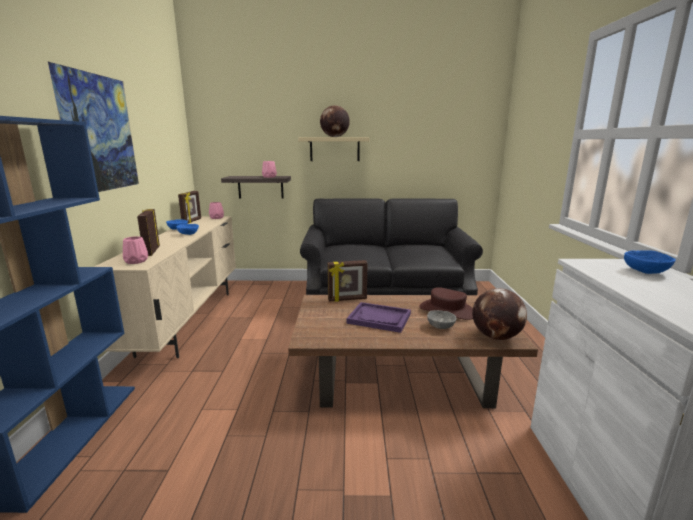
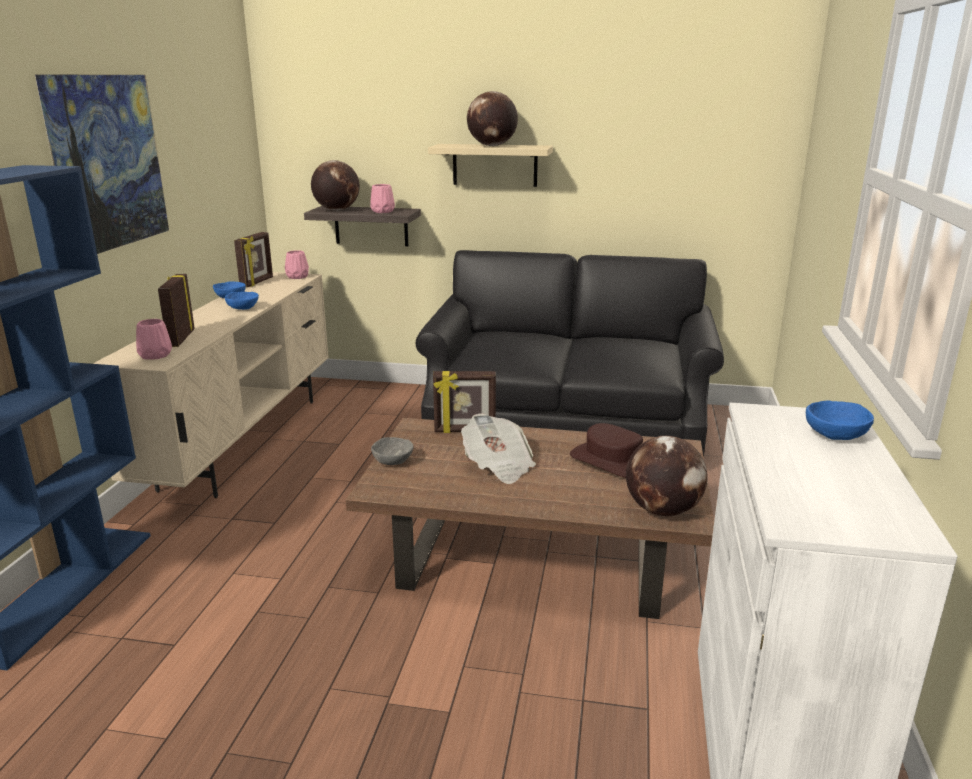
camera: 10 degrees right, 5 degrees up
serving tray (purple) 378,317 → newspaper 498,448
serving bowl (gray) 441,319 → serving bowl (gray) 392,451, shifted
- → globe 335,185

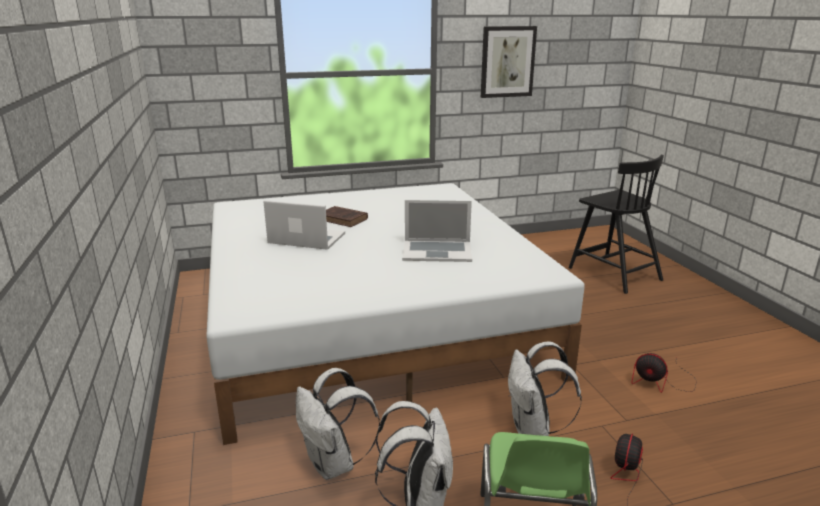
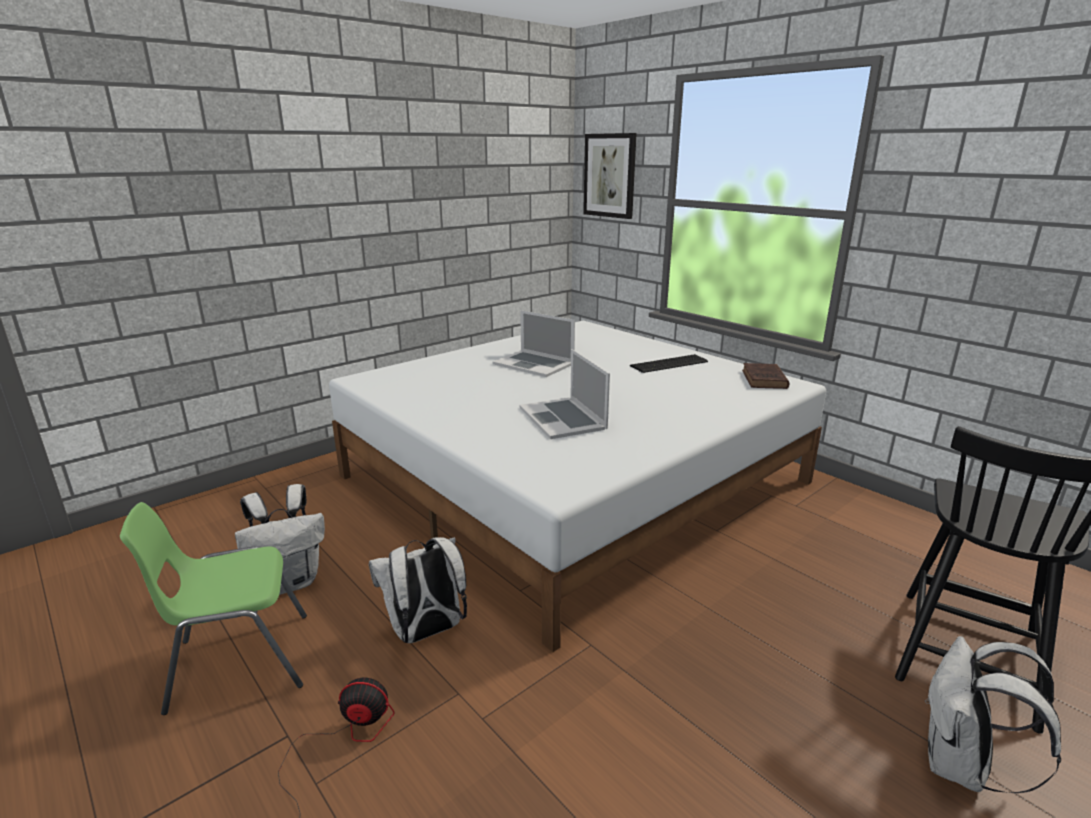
camera: 65 degrees right, 0 degrees up
laptop 304,225 → laptop 534,343, 135 degrees clockwise
backpack (white) 338,424 → backpack (white) 993,714, shifted
book (brown) 347,216 → book (brown) 765,376, shifted
wall picture 509,62 → wall picture 610,176, shifted
cooling fan 664,373 → -
- → computer keyboard 669,363

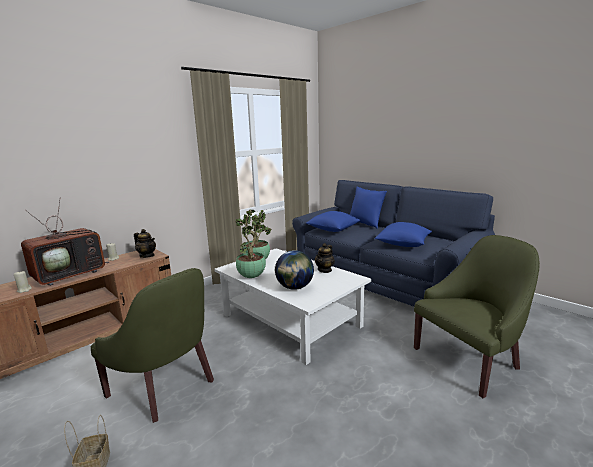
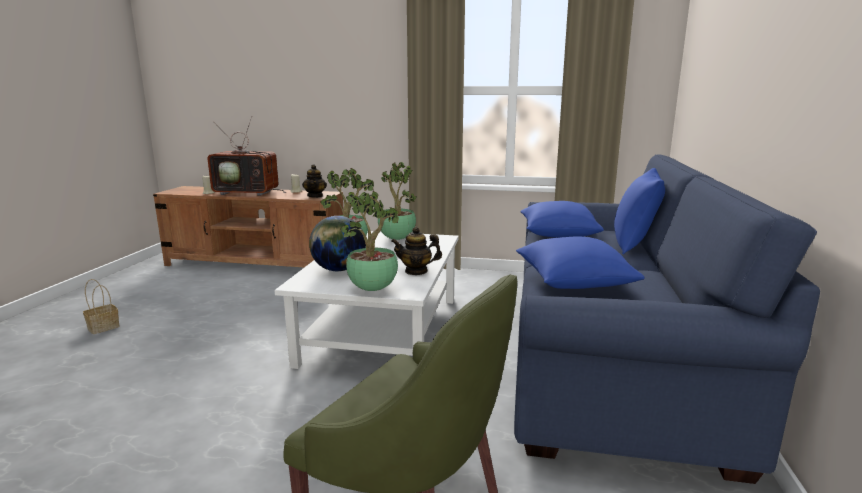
camera: 55 degrees right, 0 degrees up
armchair (green) 152,345 → -
- → potted plant 369,241

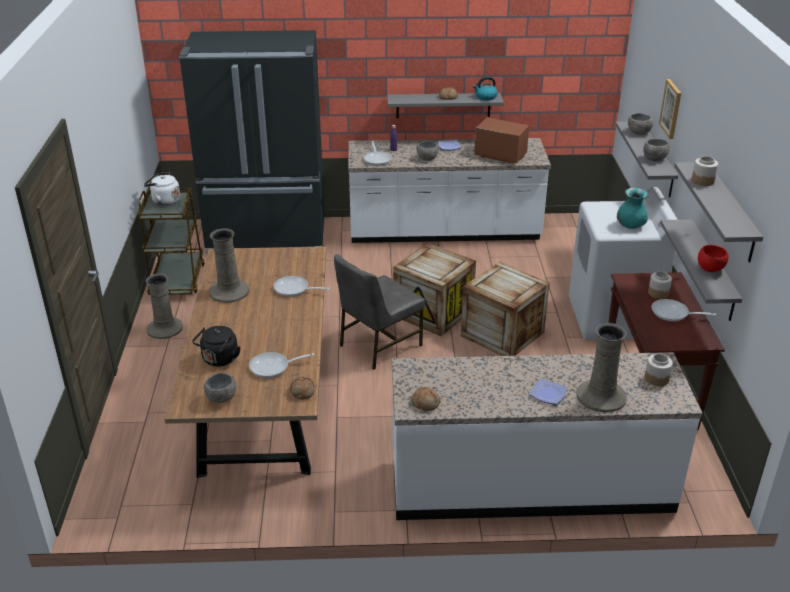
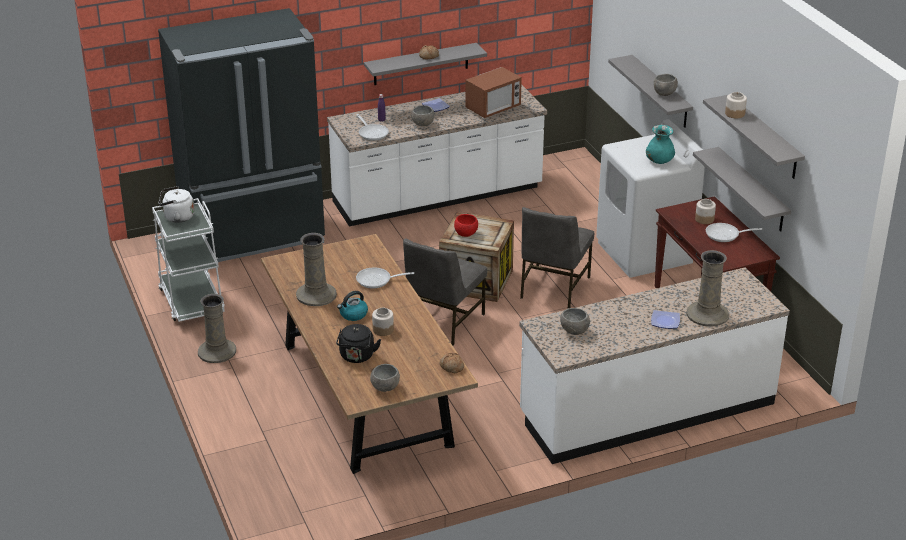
camera: 20 degrees left, 0 degrees up
wheeled cart (brown) 171,241 → wheeled cart (white) 188,260
frying pan 282,365 → -
bread 425,399 → -
crate 505,309 → chair (gray) 557,257
water kettle 485,88 → water kettle 352,306, shifted
kitchen microwave 501,140 → kitchen microwave 493,92, 135 degrees clockwise
serving bowl (gray) 640,124 → serving bowl (gray) 575,321, shifted
preserve jar 659,370 → preserve jar 383,322, shifted
wall picture 670,109 → -
serving bowl (red) 713,258 → serving bowl (red) 466,225, shifted

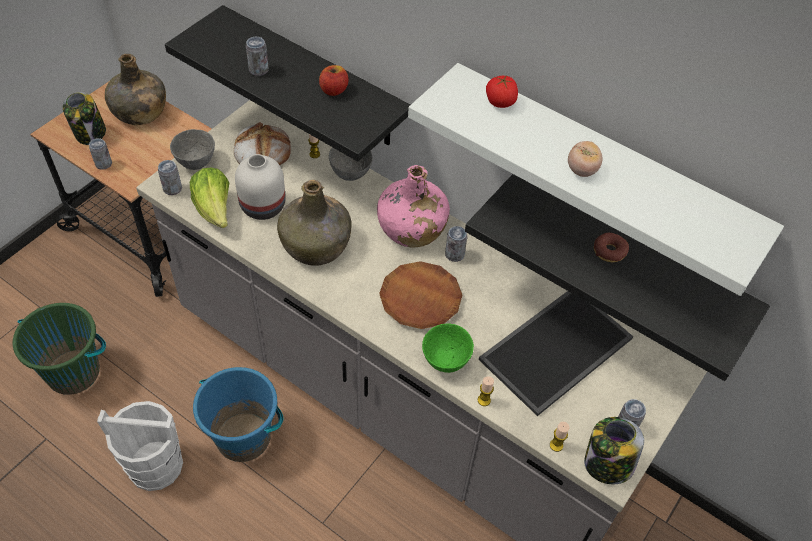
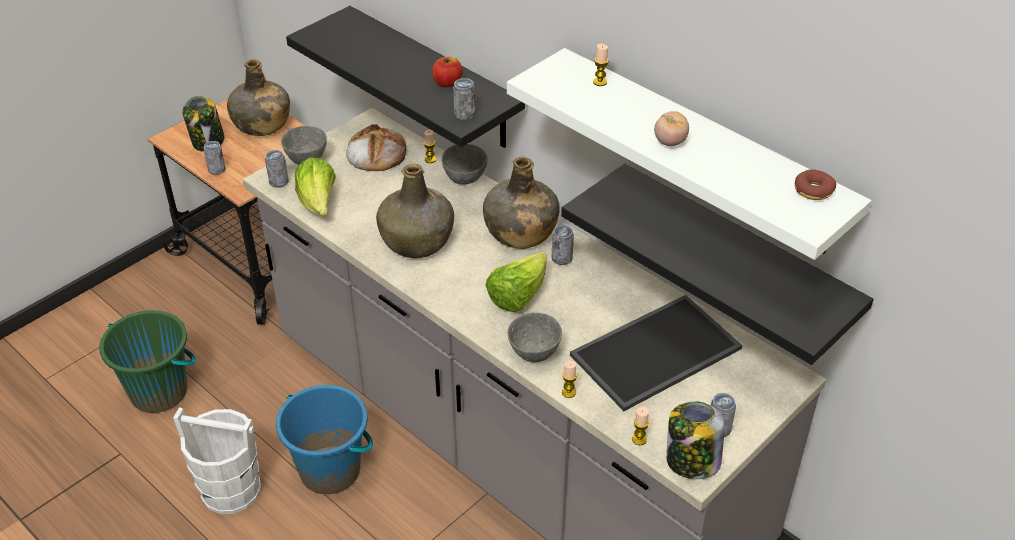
camera: 10 degrees right, 10 degrees down
vase (white) 260,187 → -
metal can 257,56 → metal can 464,99, shifted
bottle (pink) 413,206 → bottle (green) 521,203
flat dish (brown) 420,295 → lettuce head 516,281
serving bowl (green) 448,348 → serving bowl (gray) 534,337
tomato 502,91 → wax candle 601,65
donut 611,247 → donut 815,185, shifted

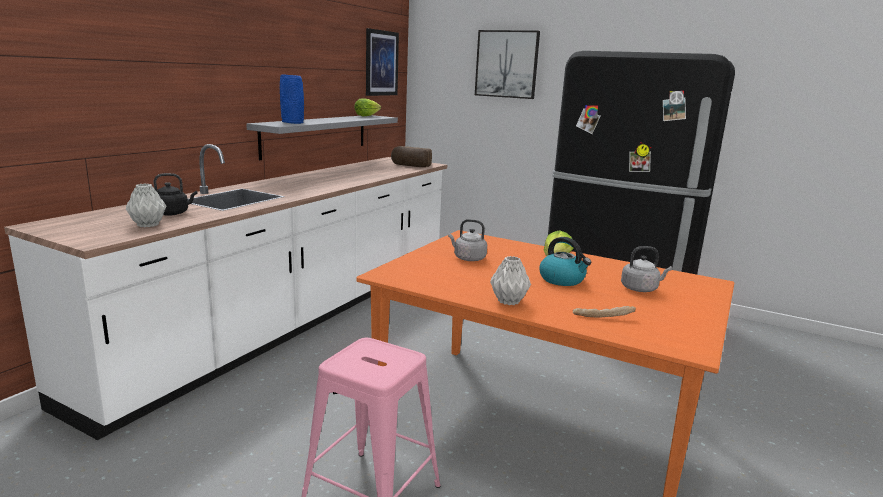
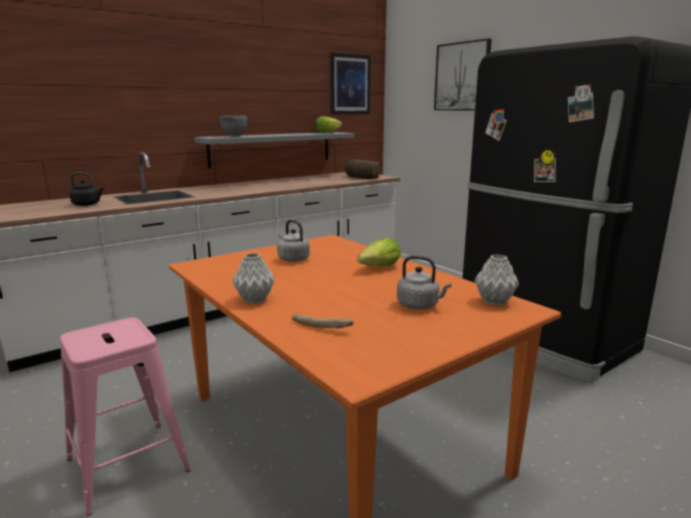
camera: 25 degrees right, 0 degrees up
vase (gray) 146,205 → vase (gray) 497,279, shifted
vase (blue) 292,99 → serving bowl (gray) 233,126
water kettle 565,261 → -

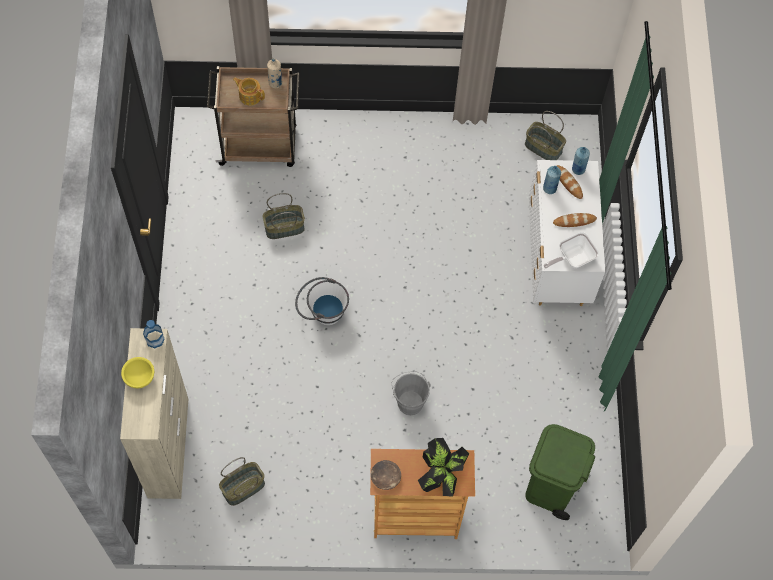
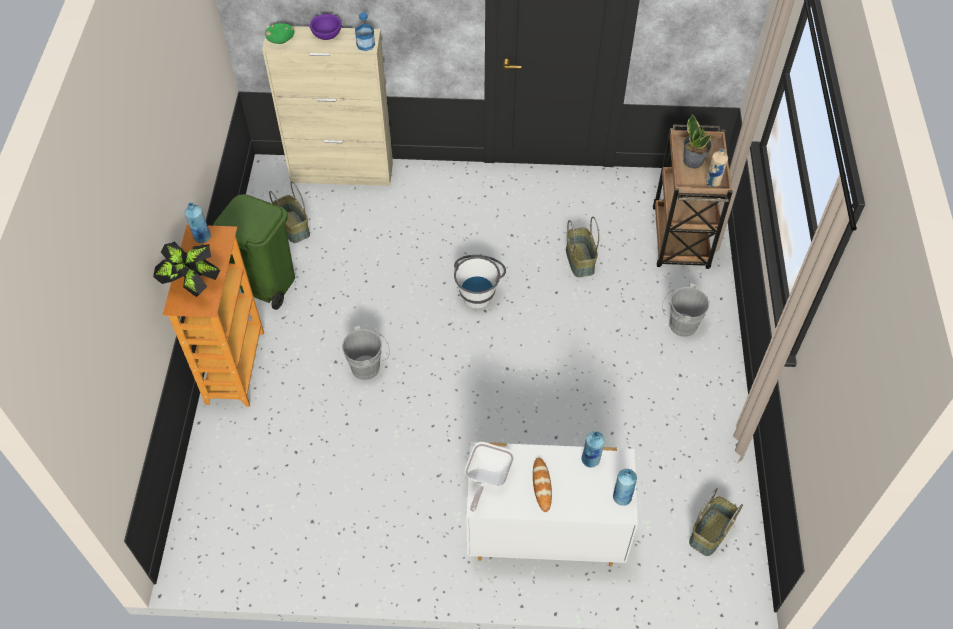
camera: 95 degrees right, 10 degrees down
serving bowl (yellowish) 137,372 → serving bowl (purple) 325,27
tea pot 249,91 → potted plant 697,142
serving bowl (brown) 386,475 → bottle (blue) 197,222
rubbish bin (green) 560,472 → rubbish bin (green) 254,252, shifted
frying pan 571,250 → frying pan 489,477, 135 degrees counterclockwise
bread 570,182 → -
- → serving bowl (green) 279,33
- → pail (gray) 685,310

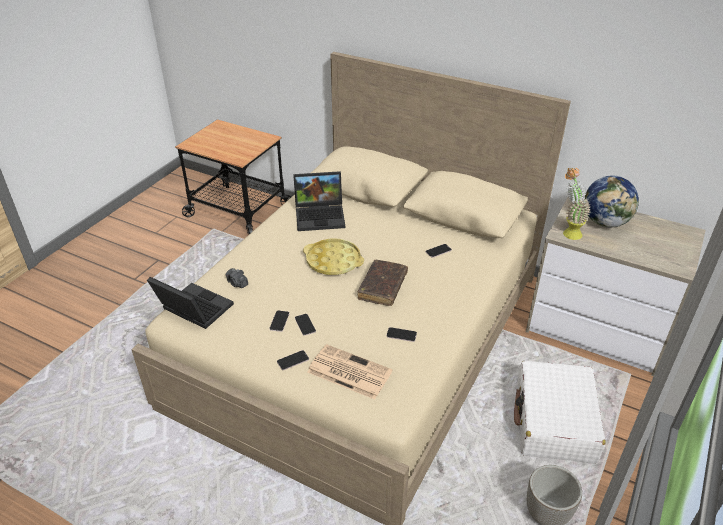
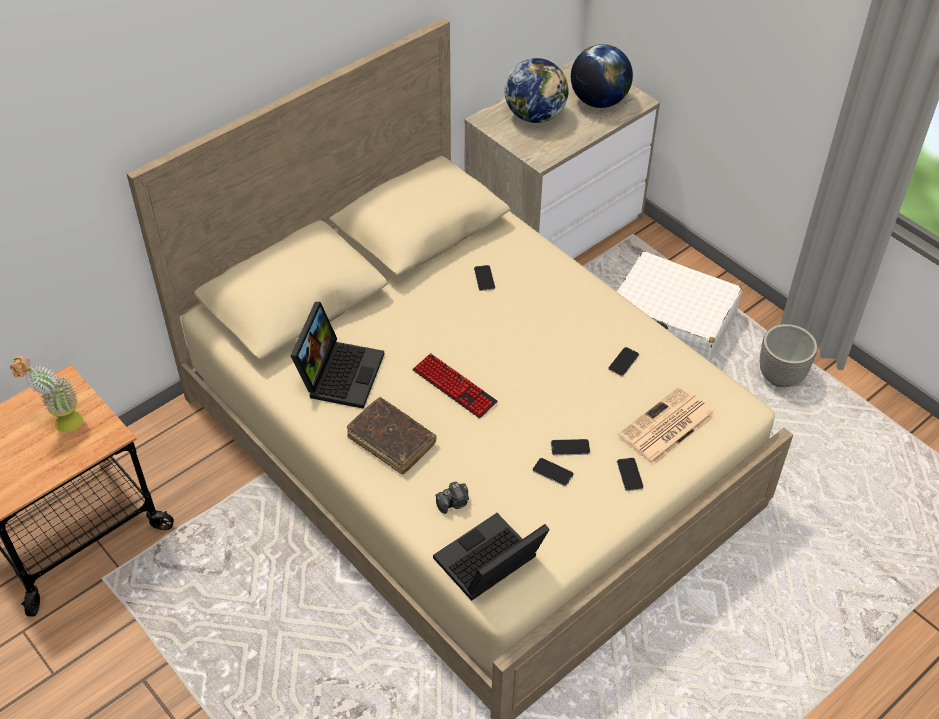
camera: 70 degrees left, 10 degrees up
serving tray (yellowish) 333,257 → computer keyboard 455,385
book (brown) 383,283 → book (brown) 391,435, shifted
potted plant 577,204 → potted plant 46,394, shifted
- → globe 602,76

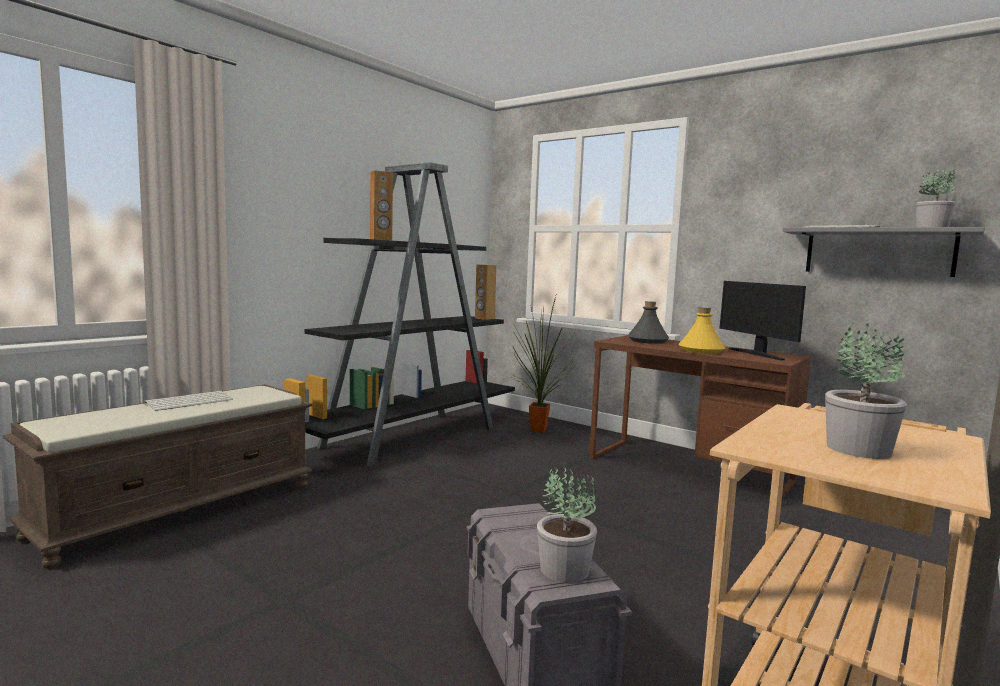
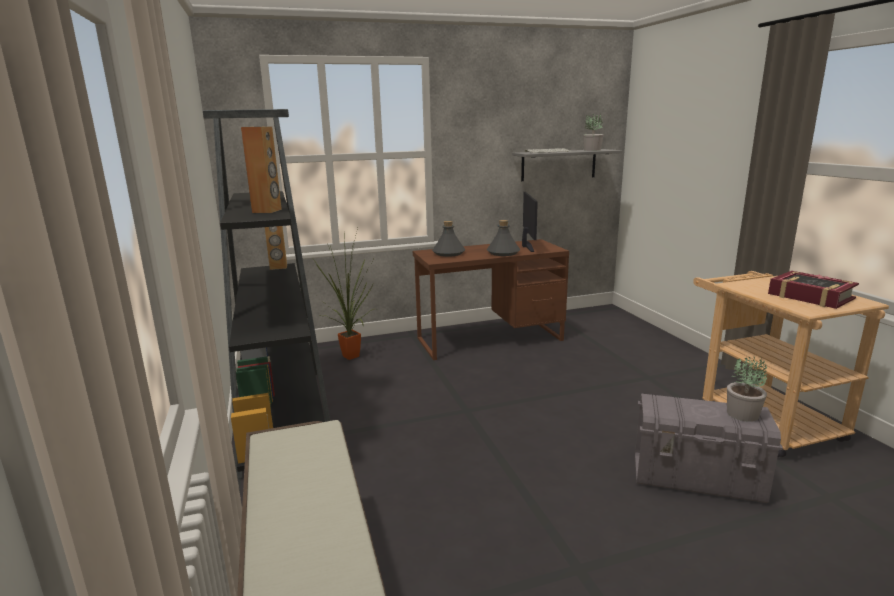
camera: 55 degrees left, 10 degrees up
computer keyboard 188,401 → -
bottle (yellowish) 701,330 → bottle (gray) 503,238
computer screen 762,320 → computer screen 530,222, 105 degrees counterclockwise
potted plant 866,391 → book 813,290

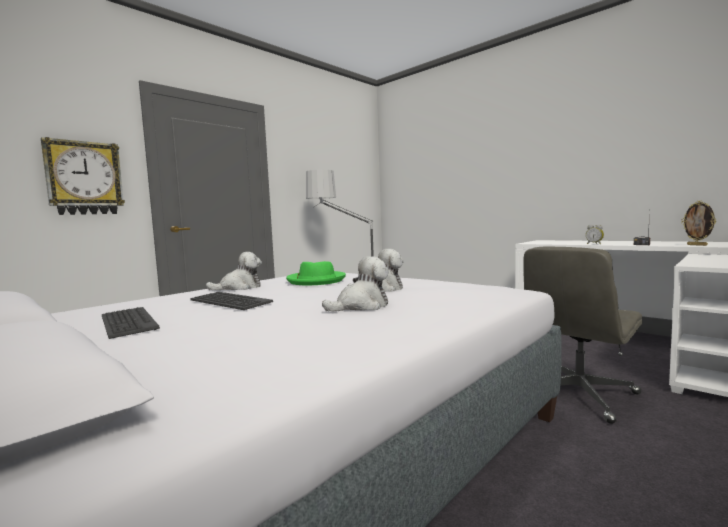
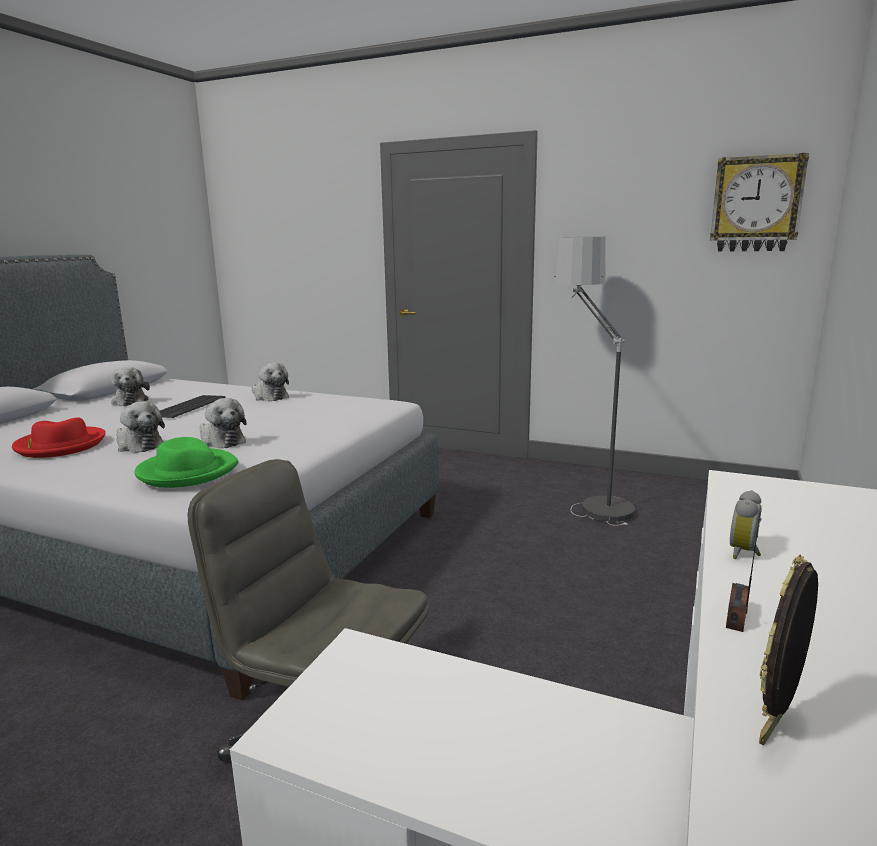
camera: 70 degrees right, 10 degrees up
wall clock 83,176 → wall clock 759,202, shifted
computer keyboard 131,323 → plush toy 130,386
clothing hat (green) 316,273 → clothing hat (green) 187,462, shifted
- → clothing hat (red) 59,438

